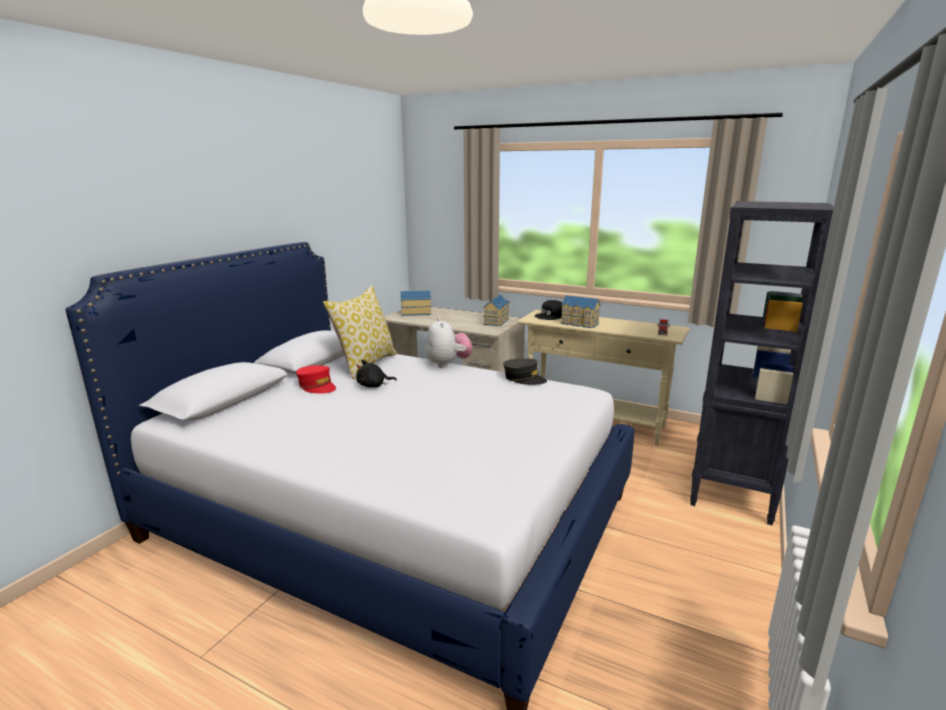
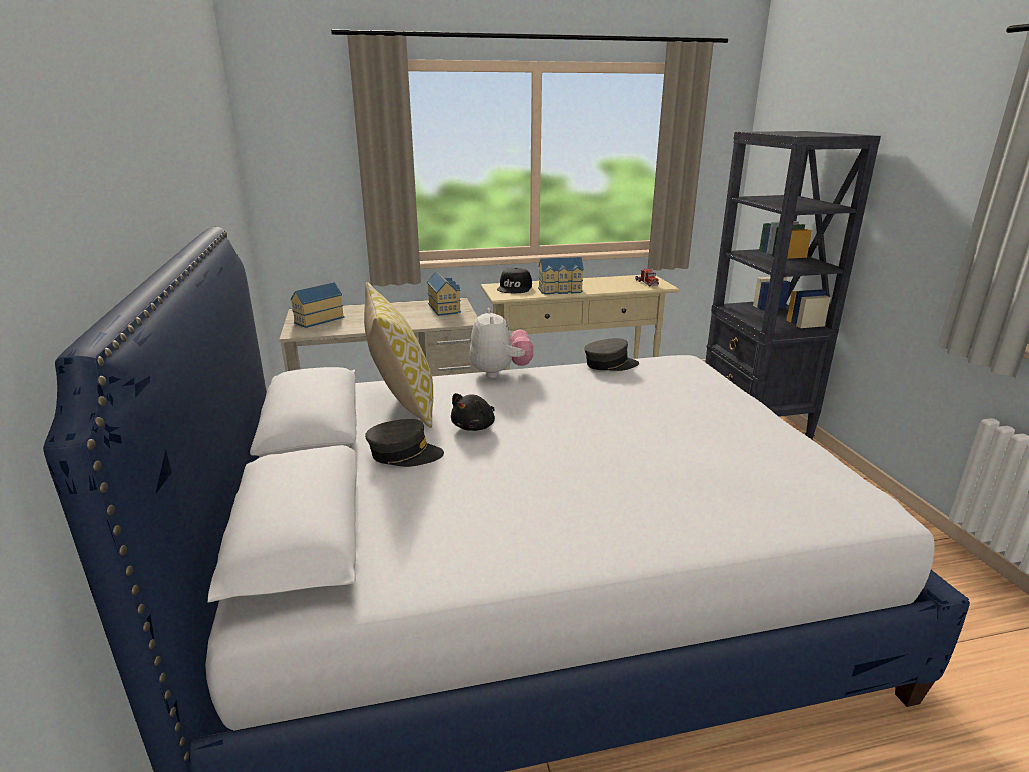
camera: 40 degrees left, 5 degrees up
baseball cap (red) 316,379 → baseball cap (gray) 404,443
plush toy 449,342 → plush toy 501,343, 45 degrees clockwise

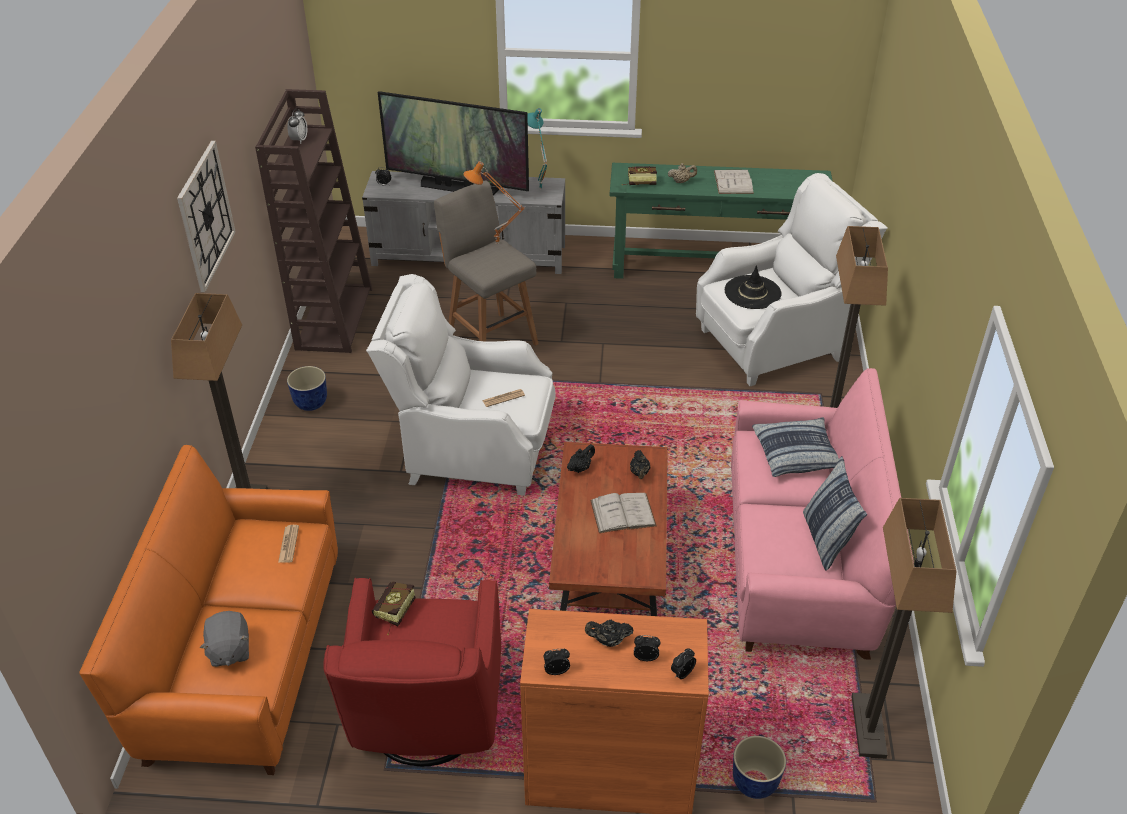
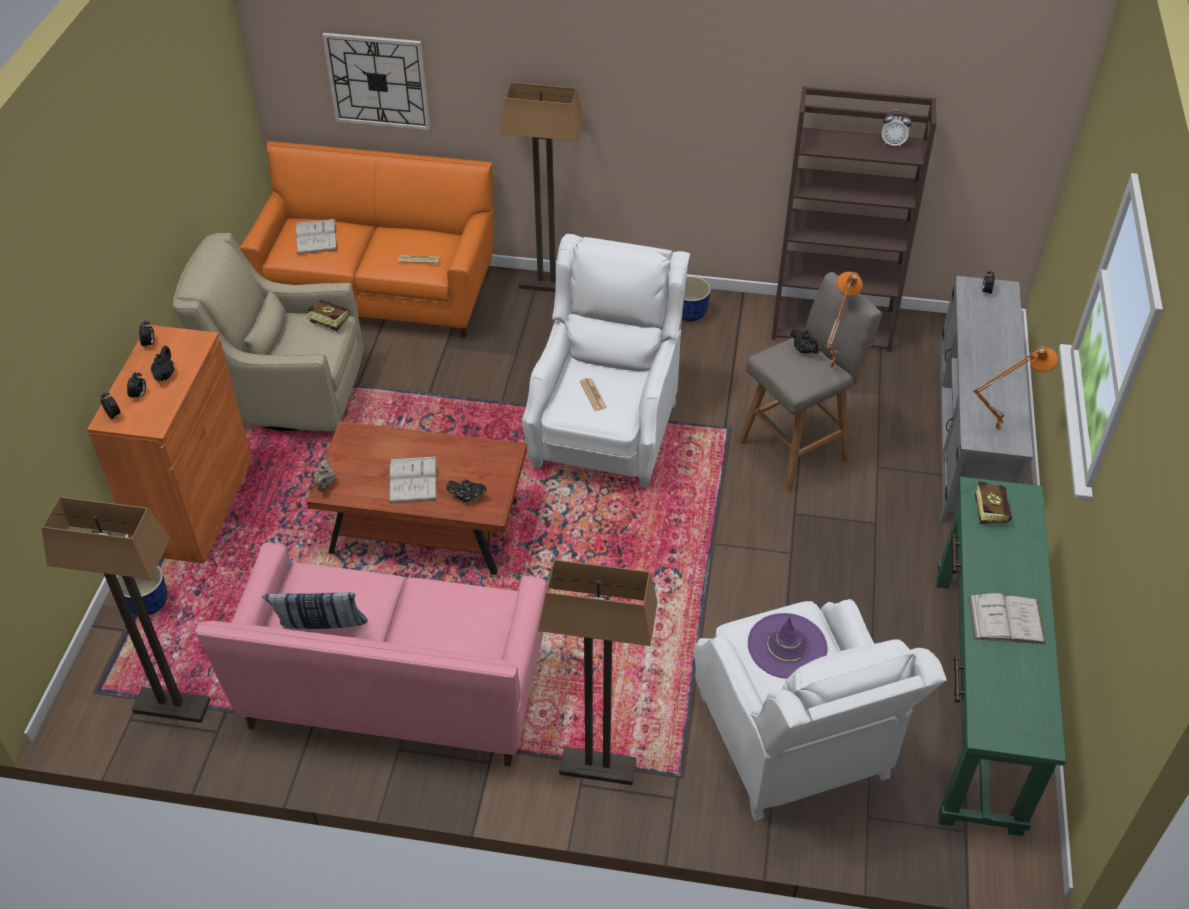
camera: 95 degrees right, 5 degrees up
wall clock 206,216 → wall clock 376,81, shifted
plush toy (gray) 224,639 → book (white) 316,237
armchair (red) 412,672 → armchair (sand-coloured) 268,332
television 453,143 → -
table lamp (turquoise-coloured) 537,148 → table lamp (orangey) 1015,388
tea pot (black-coloured) 581,458 → tea pot (black-coloured) 806,341, shifted
tea pot (sand-coloured) 682,173 → tea pot (sand-coloured) 324,476, shifted
clothing hat (black-coloured) 753,287 → clothing hat (purple) 787,646
throw pillow 795,447 → -

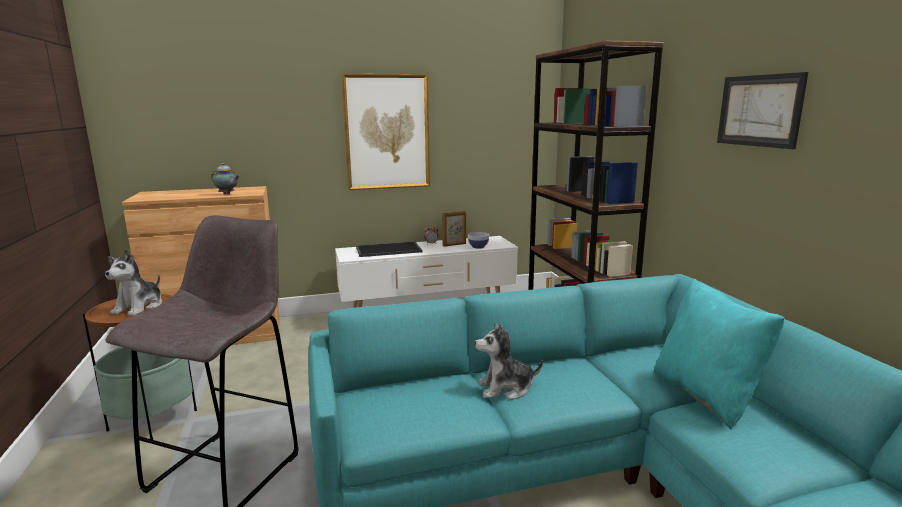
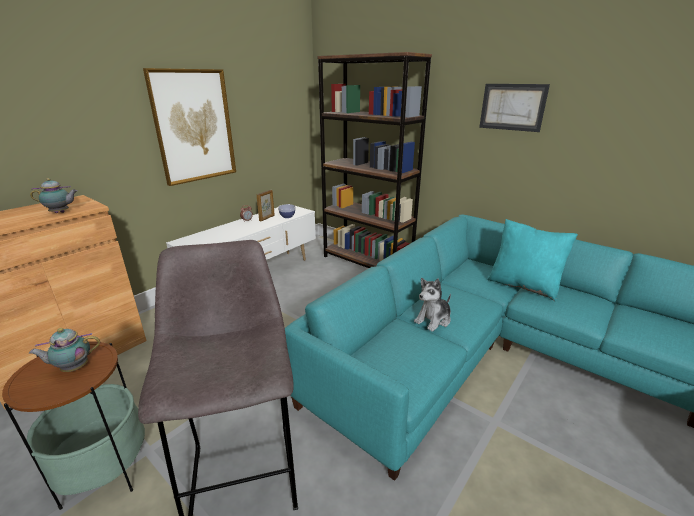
camera: 35 degrees left, 10 degrees up
plush toy 133,282 → tea pot 64,350
serving tray 389,249 → -

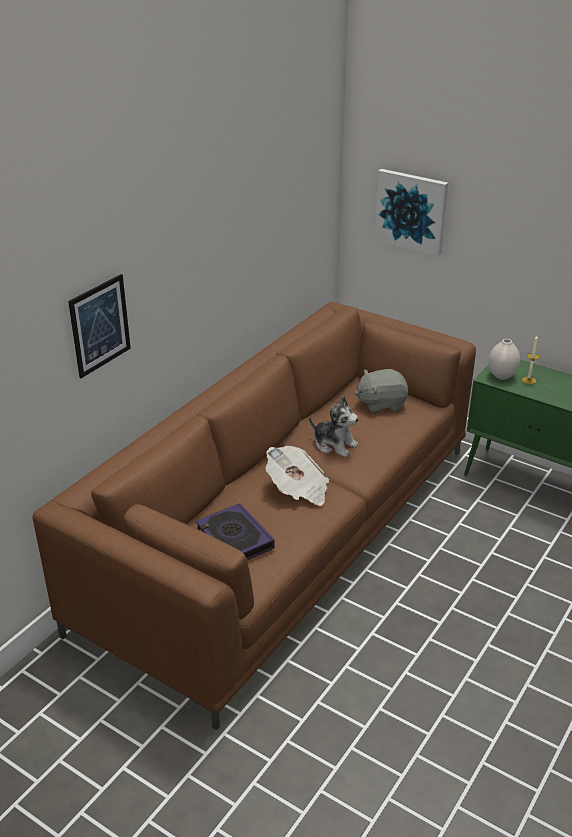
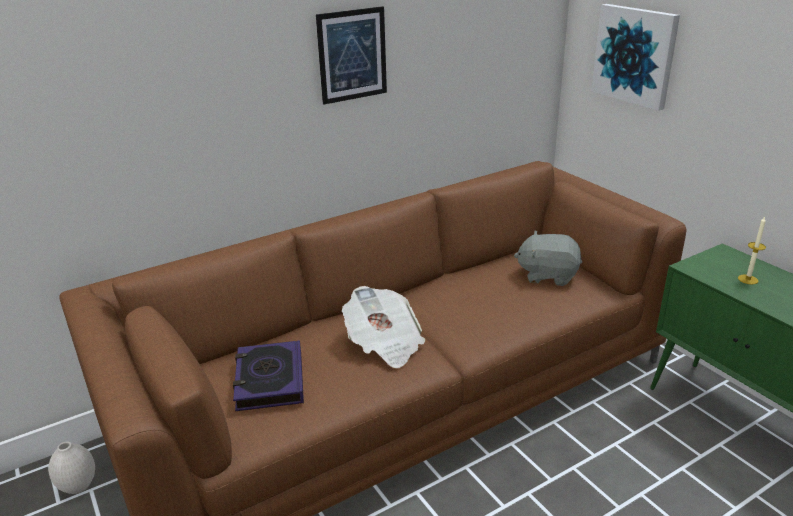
camera: 25 degrees right, 5 degrees down
wall picture 99,326 → wall picture 351,55, shifted
plush toy 334,426 → -
vase (white) 504,359 → vase (white) 71,467, shifted

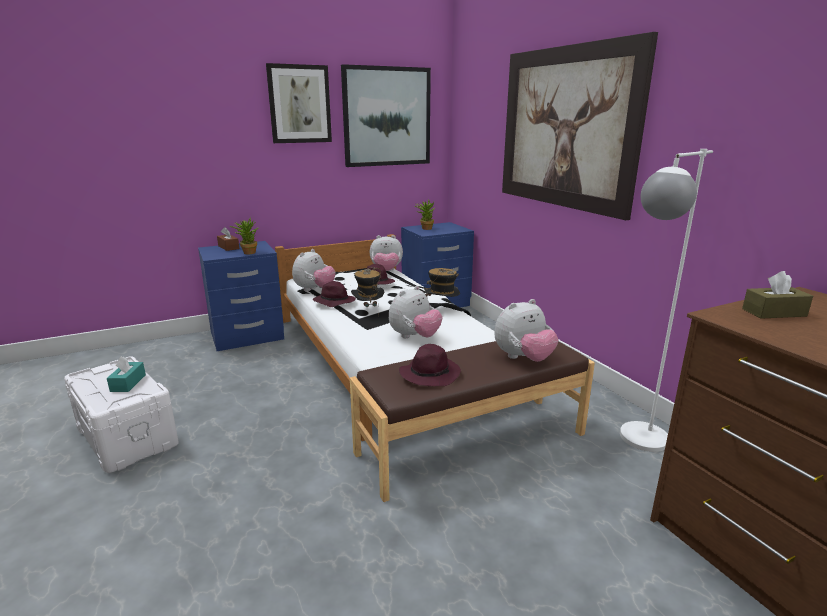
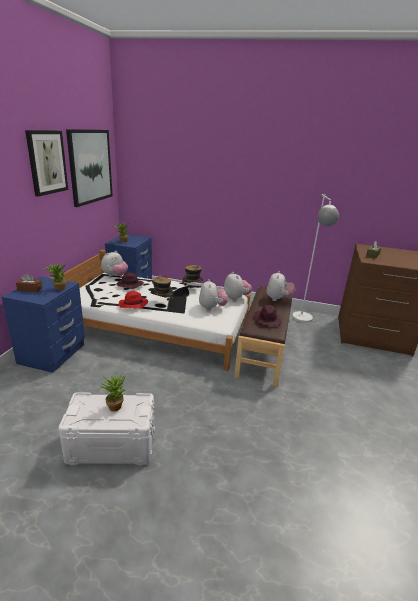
camera: 50 degrees left, 5 degrees up
tissue box (turquoise-coloured) 126,374 → potted plant 112,392
plush toy 314,270 → plush toy 238,286, shifted
clothing hat (purple) 334,294 → clothing hat (red) 133,300
wall picture 580,126 → -

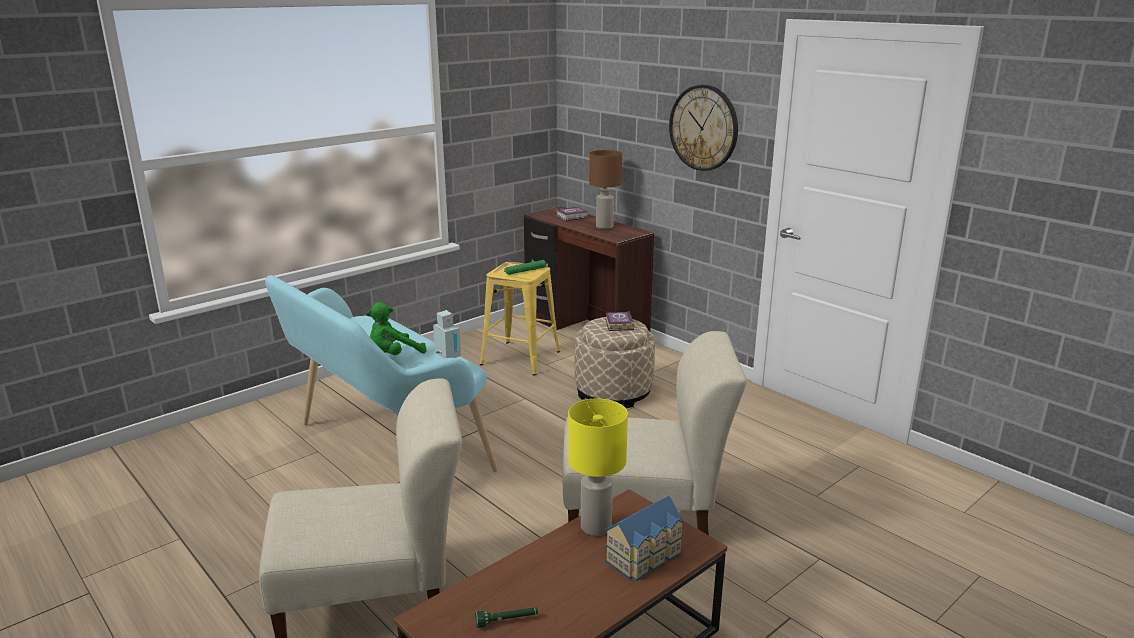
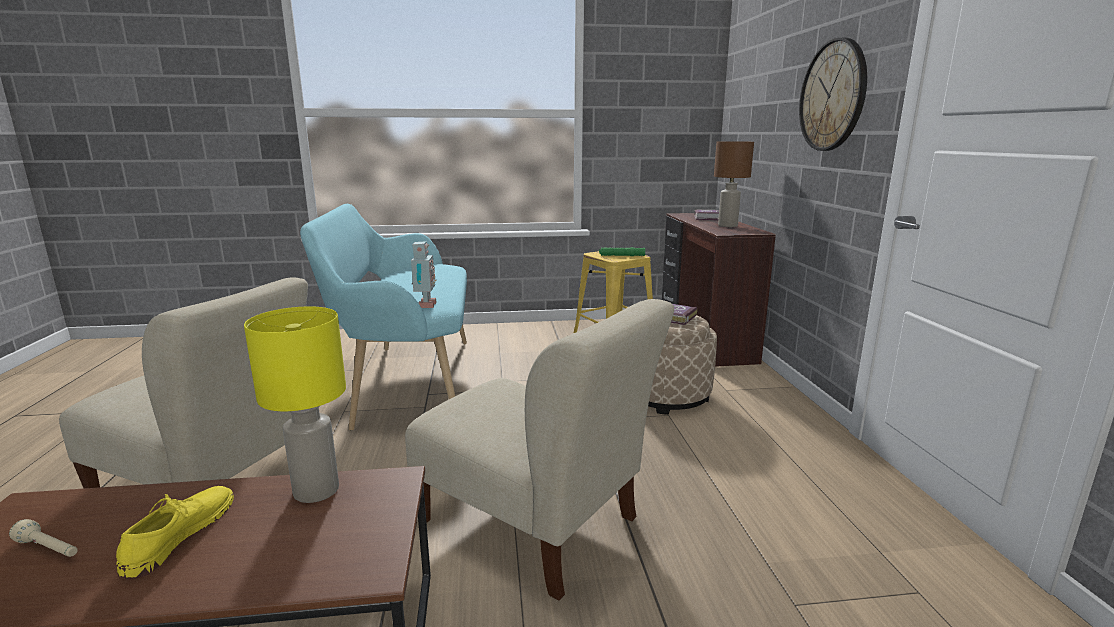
camera: 35 degrees right, 5 degrees down
plush toy (green) 396,328 → -
hand torch (green) 506,617 → hand torch (sand-coloured) 43,538
miniature house 644,538 → -
- → shoe (yellowish) 175,532

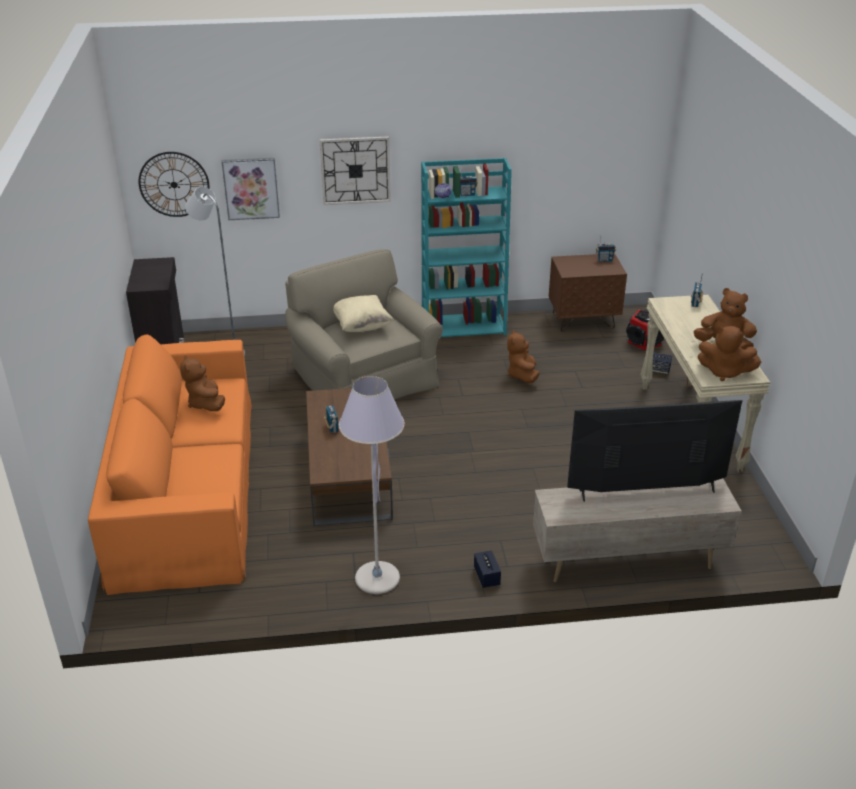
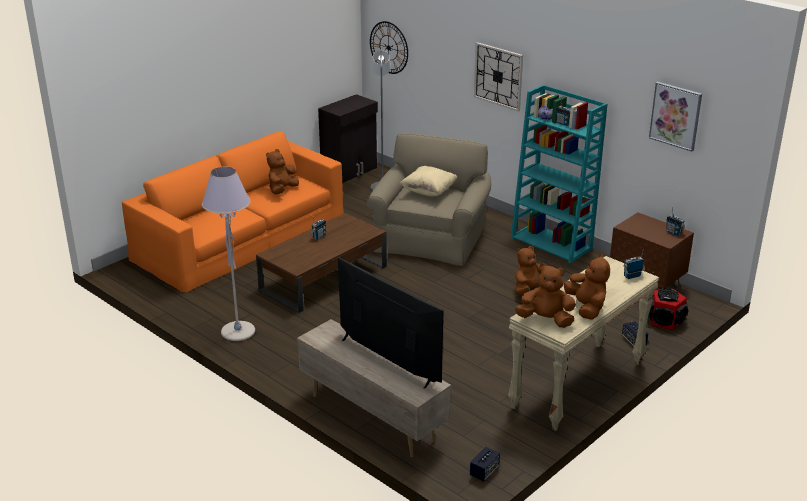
camera: 50 degrees right, 5 degrees down
wall picture 251,189 → wall picture 675,117, shifted
loudspeaker 487,569 → loudspeaker 485,464, shifted
plush toy (brown) 729,353 → plush toy (brown) 545,295, 120 degrees clockwise

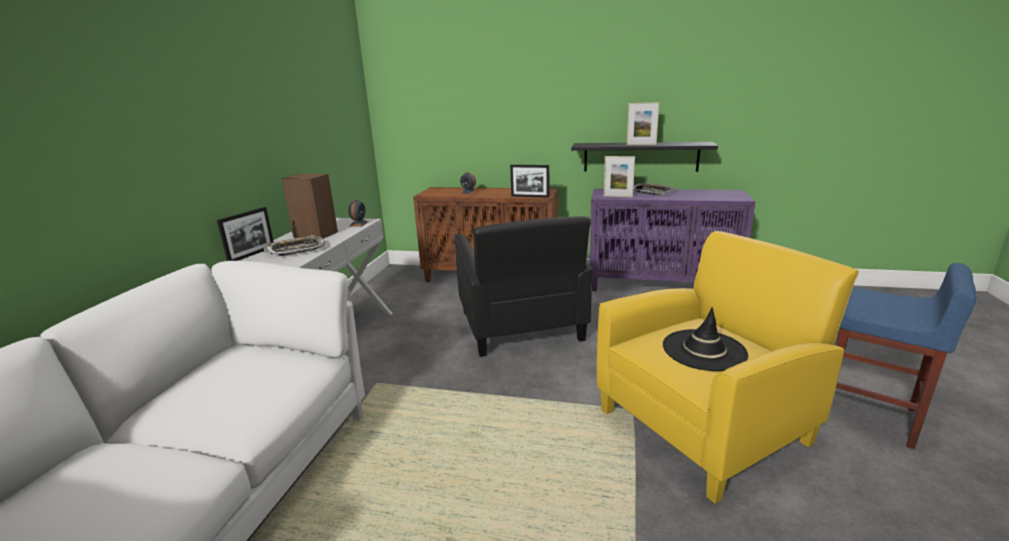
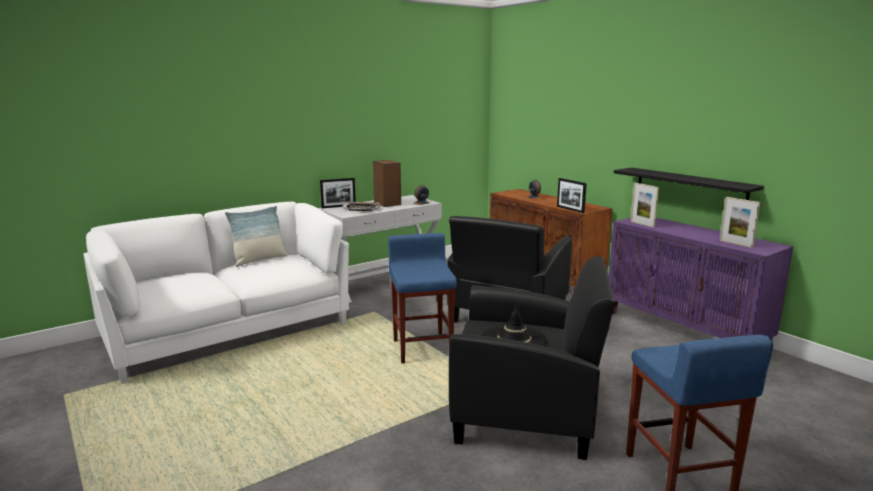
camera: 40 degrees right, 5 degrees down
armchair (yellowish) 728,367 → armchair (black-coloured) 532,358
picture frame 643,123 → picture frame 739,222, shifted
serving tray 654,189 → -
- → throw pillow 256,236
- → stool seat (blue) 422,298

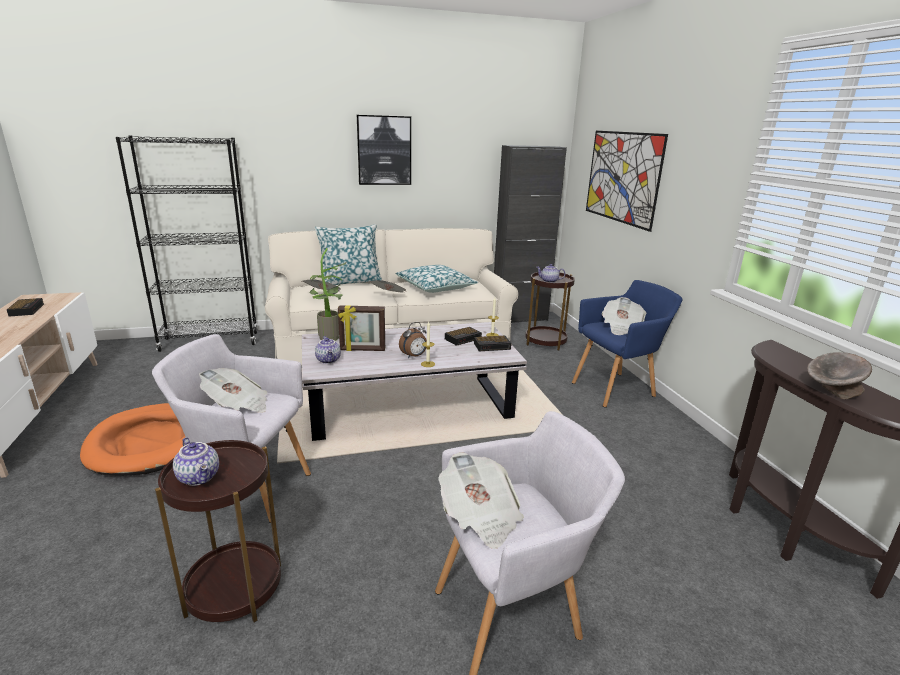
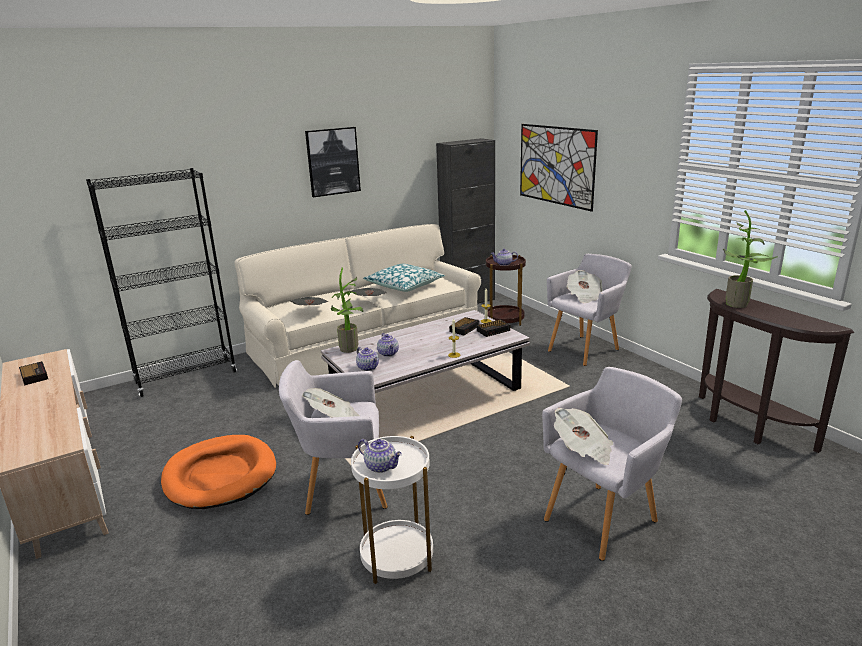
camera: 15 degrees left, 0 degrees up
side table (brown) 218,531 → side table (white) 392,510
throw pillow 348,254 → -
picture frame 361,328 → tea pot 388,345
bedside clock 413,340 → -
armchair (blue) 627,343 → armchair (gray) 589,310
serving bowl (gray) 839,375 → -
- → potted plant 749,259

